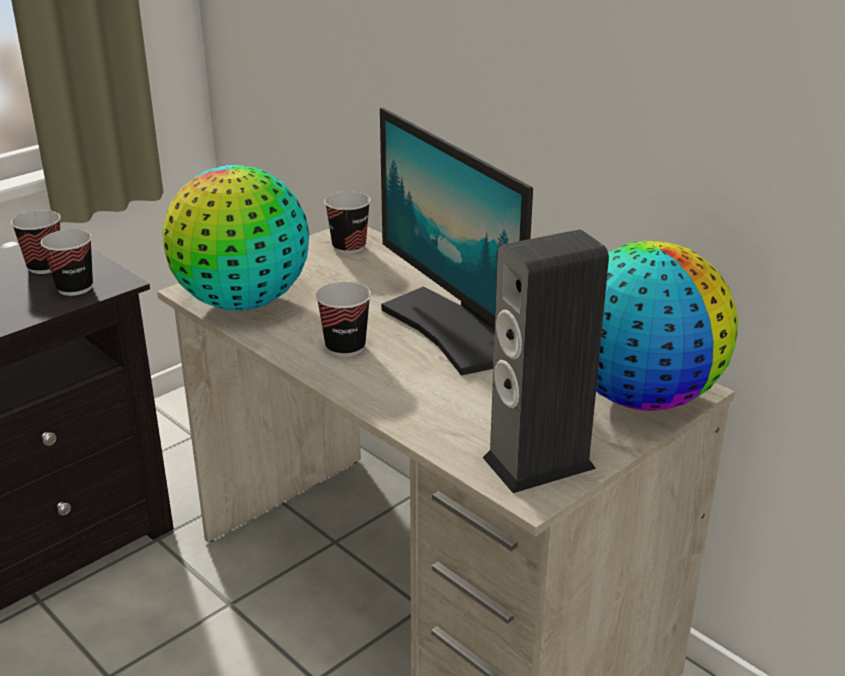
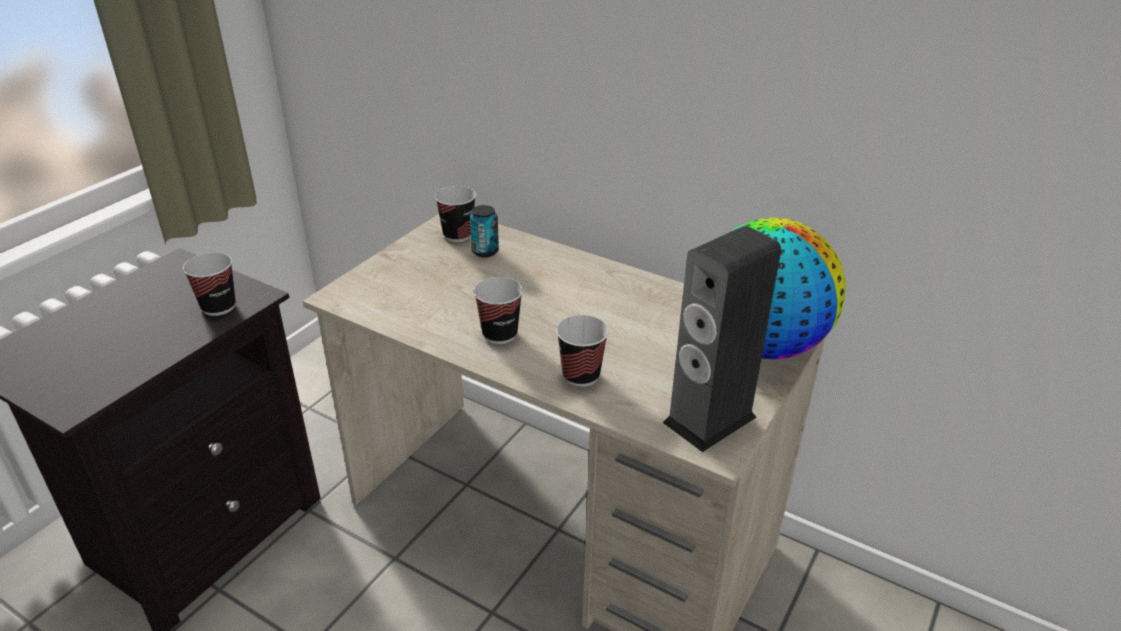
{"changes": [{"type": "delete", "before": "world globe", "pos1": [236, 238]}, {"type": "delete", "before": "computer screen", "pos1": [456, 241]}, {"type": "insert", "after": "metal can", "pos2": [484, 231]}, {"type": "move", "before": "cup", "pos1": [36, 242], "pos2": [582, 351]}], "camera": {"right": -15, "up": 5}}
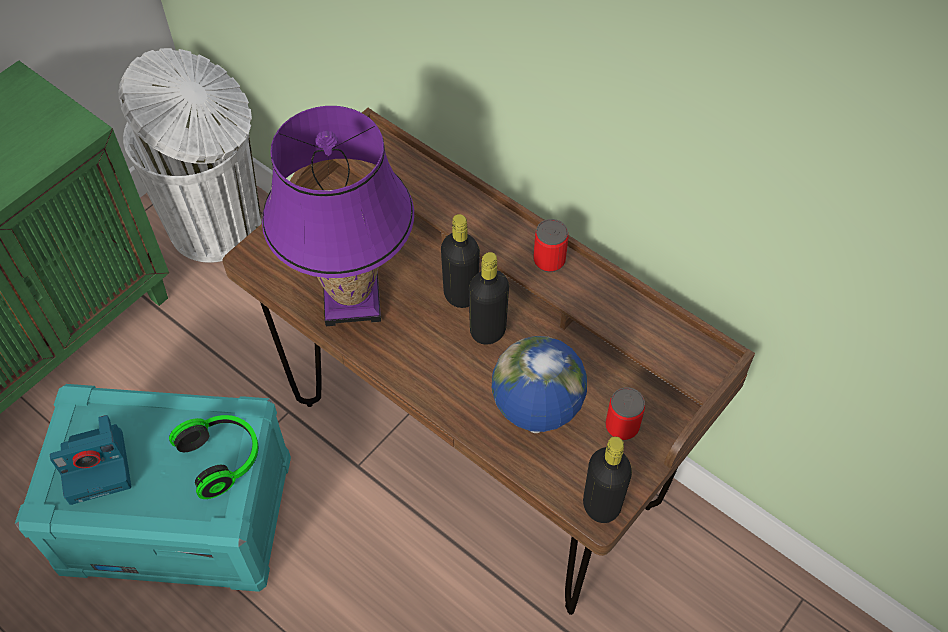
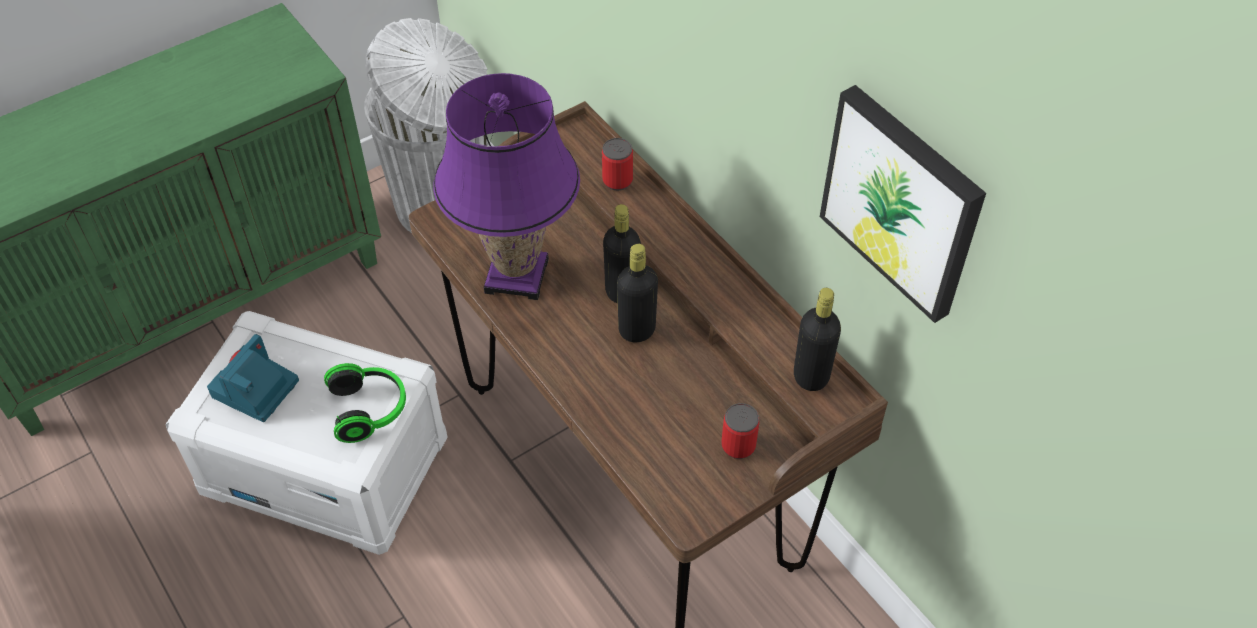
{"changes": [{"type": "delete", "before": "world globe", "pos1": [539, 384]}, {"type": "insert", "after": "wall picture", "pos2": [903, 204]}, {"type": "move", "before": "metal can", "pos1": [551, 245], "pos2": [617, 164]}, {"type": "move", "before": "black-coloured drink bottle", "pos1": [607, 479], "pos2": [817, 339]}, {"type": "recolor", "before": "turquoise storage box", "after": "white storage box", "pos1": [153, 488], "pos2": [306, 433]}, {"type": "rotate", "before": "still camera", "pos1": [90, 460], "pos2": [253, 378], "turn": 120}], "camera": {"right": 15, "up": -5}}
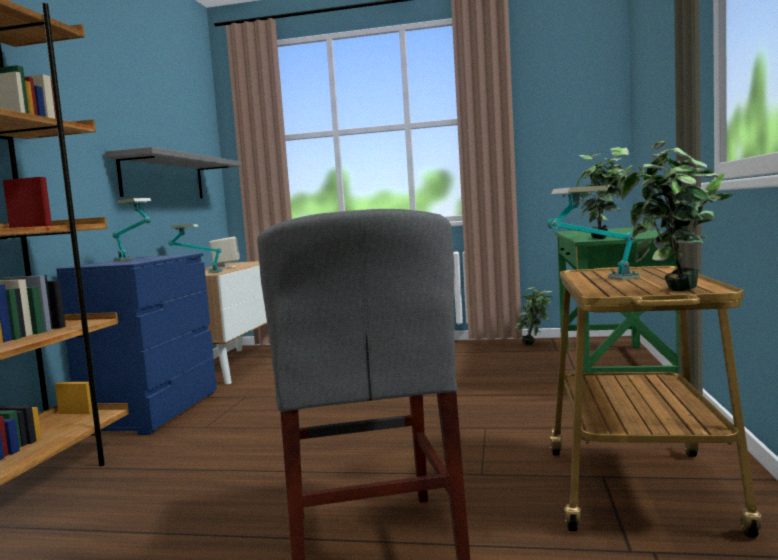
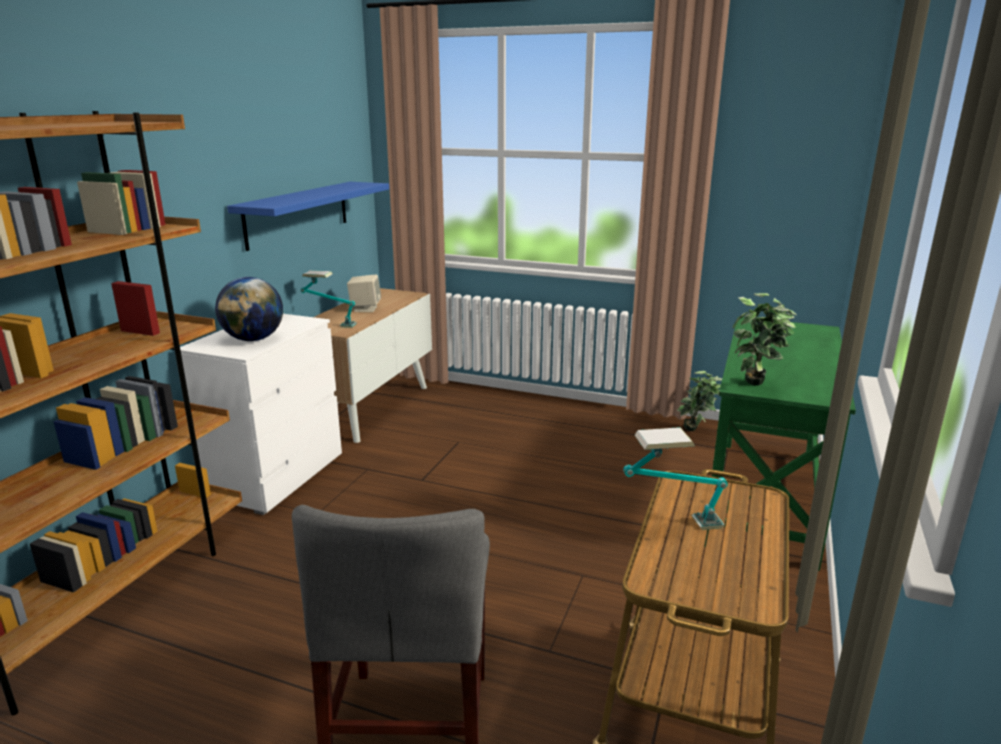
{"changes": [{"type": "delete", "before": "potted plant", "pos1": [672, 216]}, {"type": "replace", "before": "lamp for a table", "after": "world globe", "pos1": [132, 230], "pos2": [249, 309]}, {"type": "recolor", "before": "bluish dresser", "after": "white dresser", "pos1": [136, 344], "pos2": [261, 414]}, {"type": "recolor", "before": "greyish wall shelf", "after": "bluish wall shelf", "pos1": [173, 172], "pos2": [308, 216]}], "camera": {"right": 10, "up": 15}}
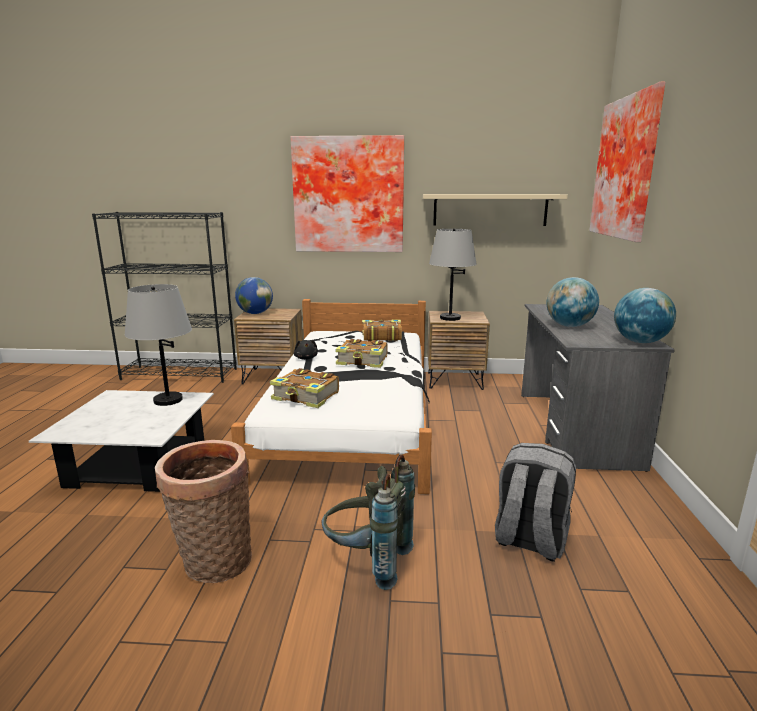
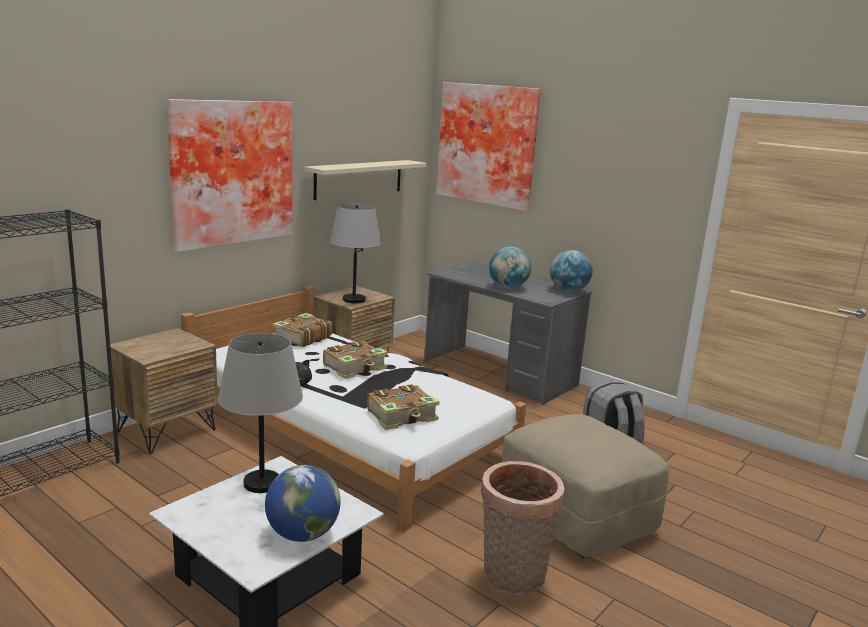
{"changes": [{"type": "move", "before": "world globe", "pos1": [254, 295], "pos2": [303, 503]}, {"type": "replace", "before": "greyish knapsack", "after": "beige ottoman", "pos1": [368, 522], "pos2": [585, 486]}], "camera": {"right": -55, "up": 0}}
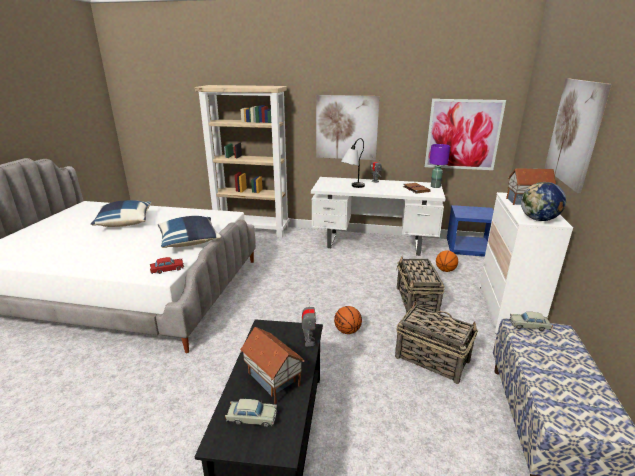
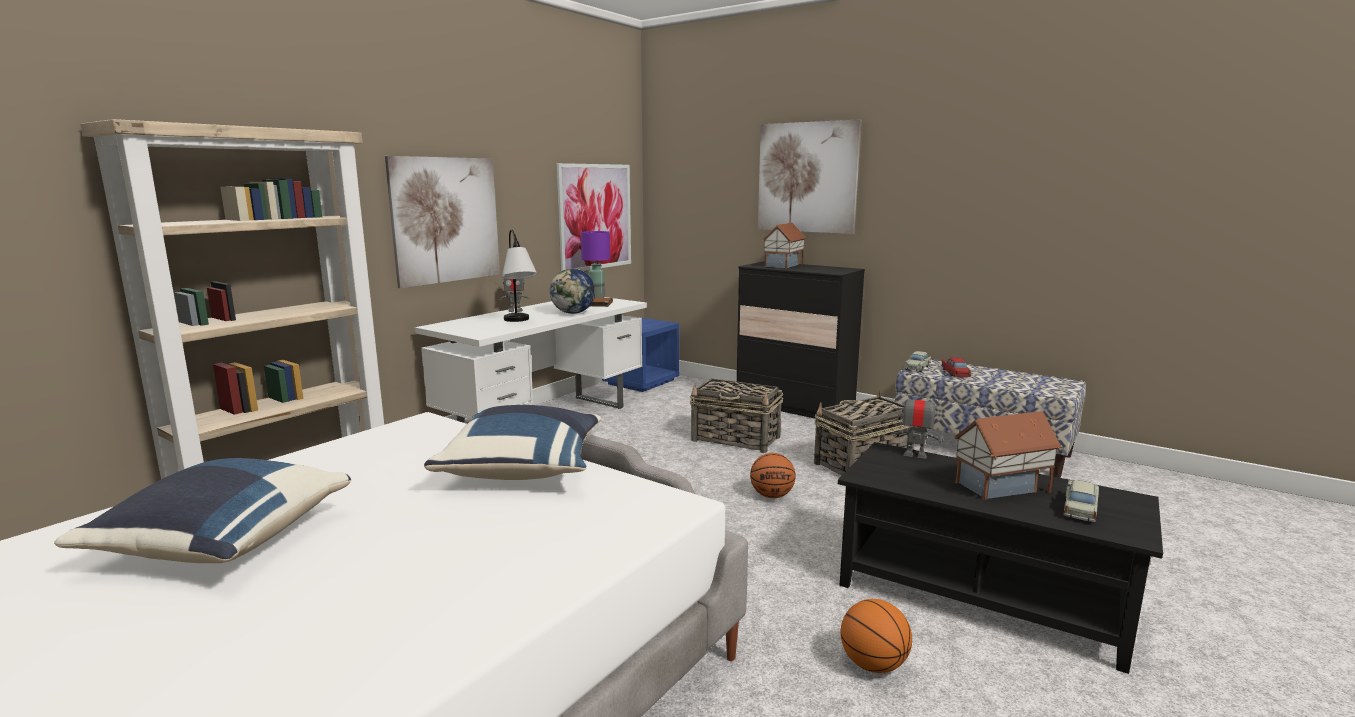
{"changes": [{"type": "move", "before": "reddish model car", "pos1": [167, 265], "pos2": [956, 367]}, {"type": "move", "before": "ball for basketball", "pos1": [447, 261], "pos2": [876, 636]}, {"type": "move", "before": "world globe", "pos1": [543, 201], "pos2": [572, 291]}, {"type": "recolor", "before": "white dresser", "after": "black-coloured dresser", "pos1": [526, 263], "pos2": [801, 340]}], "camera": {"right": -65, "up": -10}}
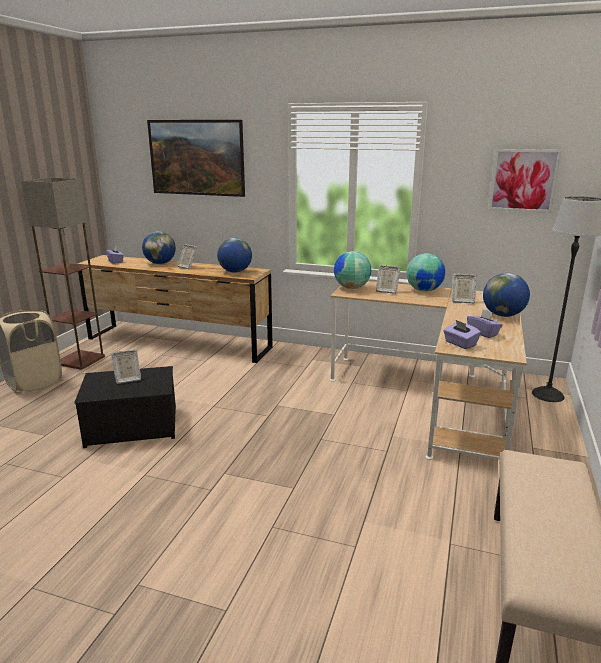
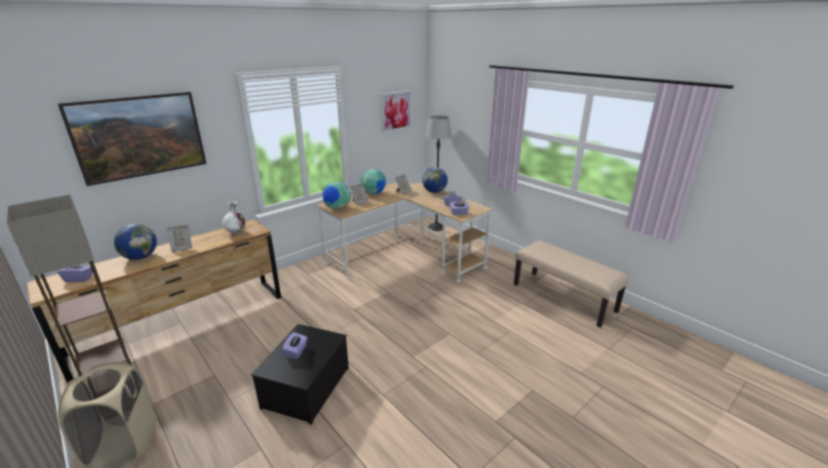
{"changes": [{"type": "replace", "before": "standing frame", "after": "purple-coloured box of tissues", "pos1": [126, 366], "pos2": [295, 345]}, {"type": "replace", "before": "world globe", "after": "white flower vase", "pos1": [234, 255], "pos2": [233, 218]}], "camera": {"right": -60, "up": 5}}
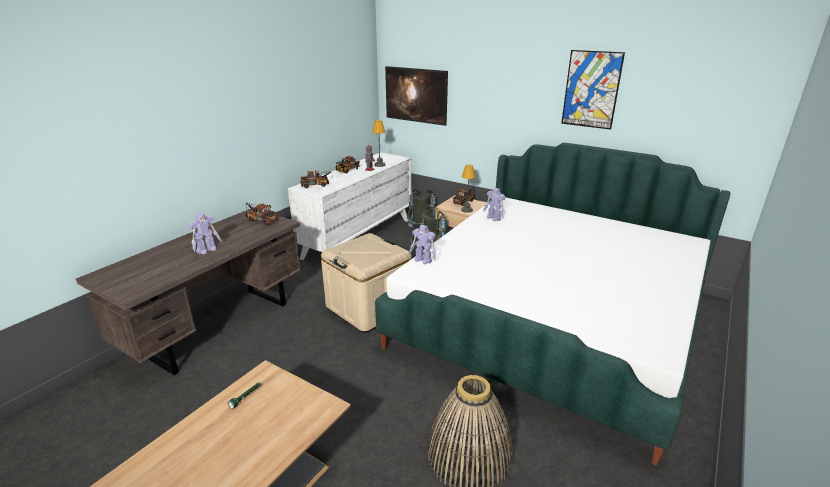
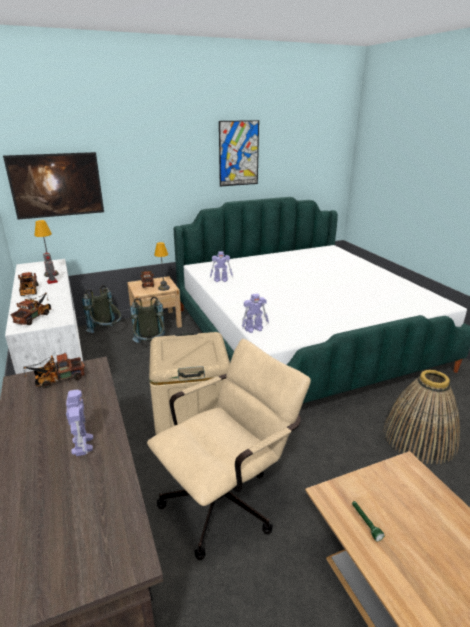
{"changes": [{"type": "insert", "after": "beige office chair", "pos2": [229, 449]}], "camera": {"right": -55, "up": 0}}
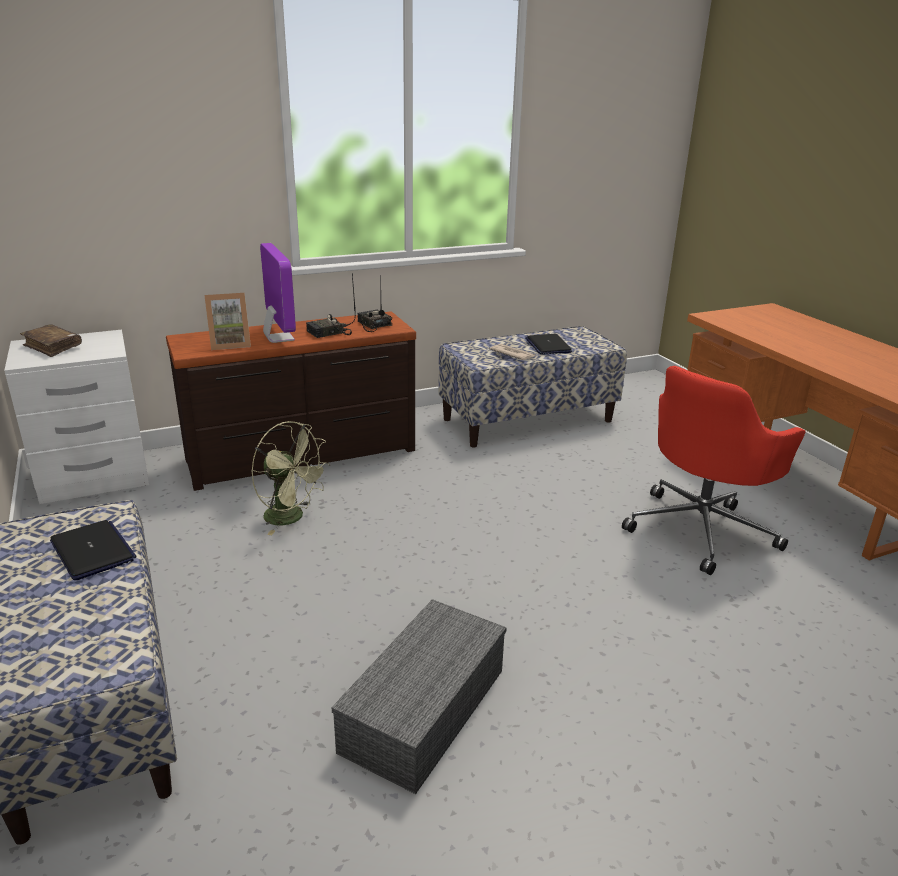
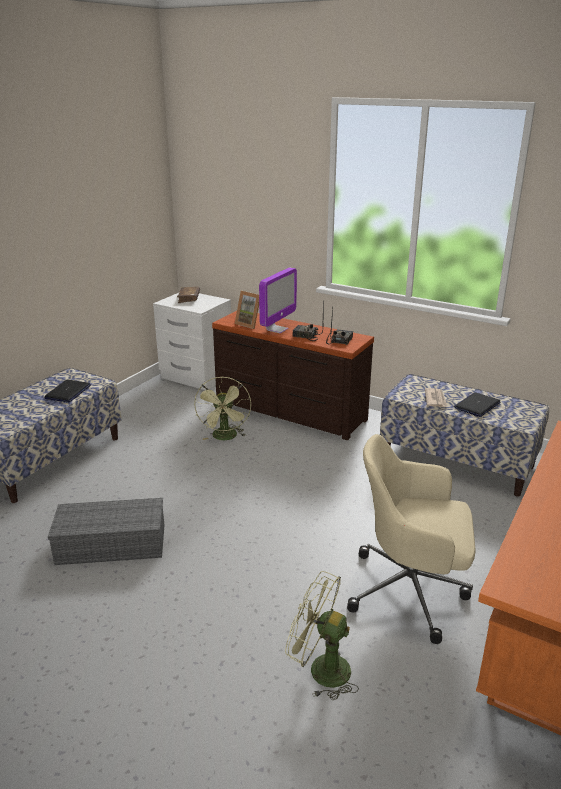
{"changes": [{"type": "insert", "after": "green fan", "pos2": [322, 635]}, {"type": "recolor", "before": "reddish office chair", "after": "beige office chair", "pos1": [714, 470], "pos2": [411, 539]}], "camera": {"right": 55, "up": 0}}
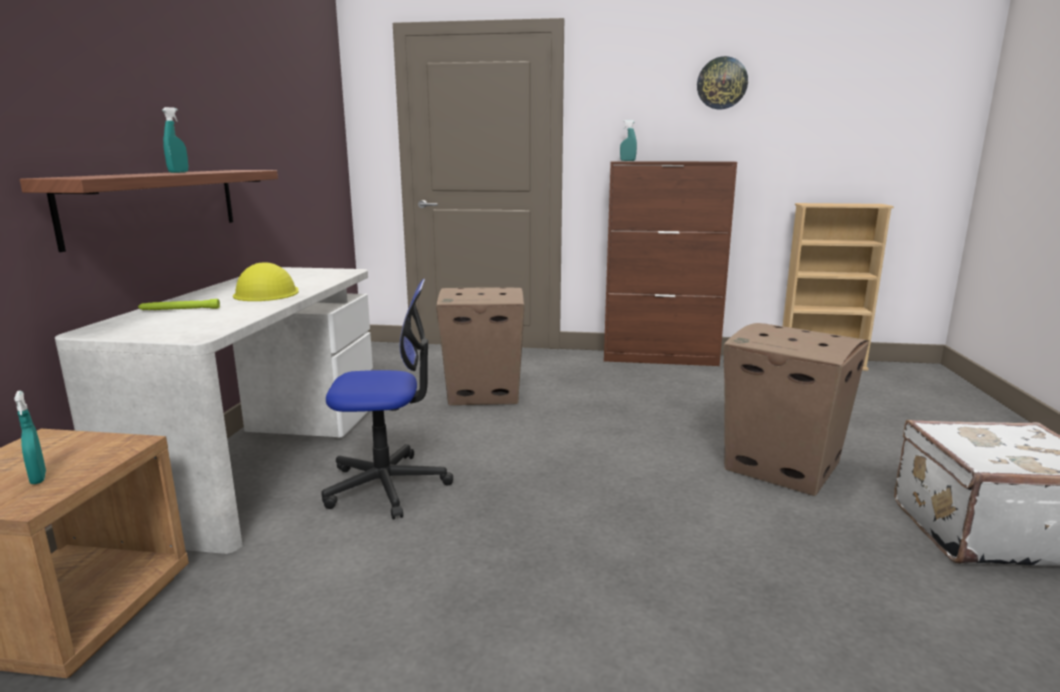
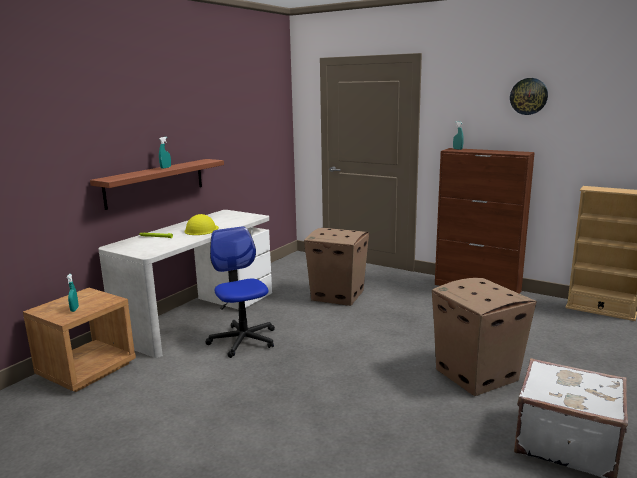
{"changes": [{"type": "rotate", "before": "office chair", "pos1": [387, 399], "pos2": [240, 292], "turn": -135}], "camera": {"right": 25, "up": 0}}
